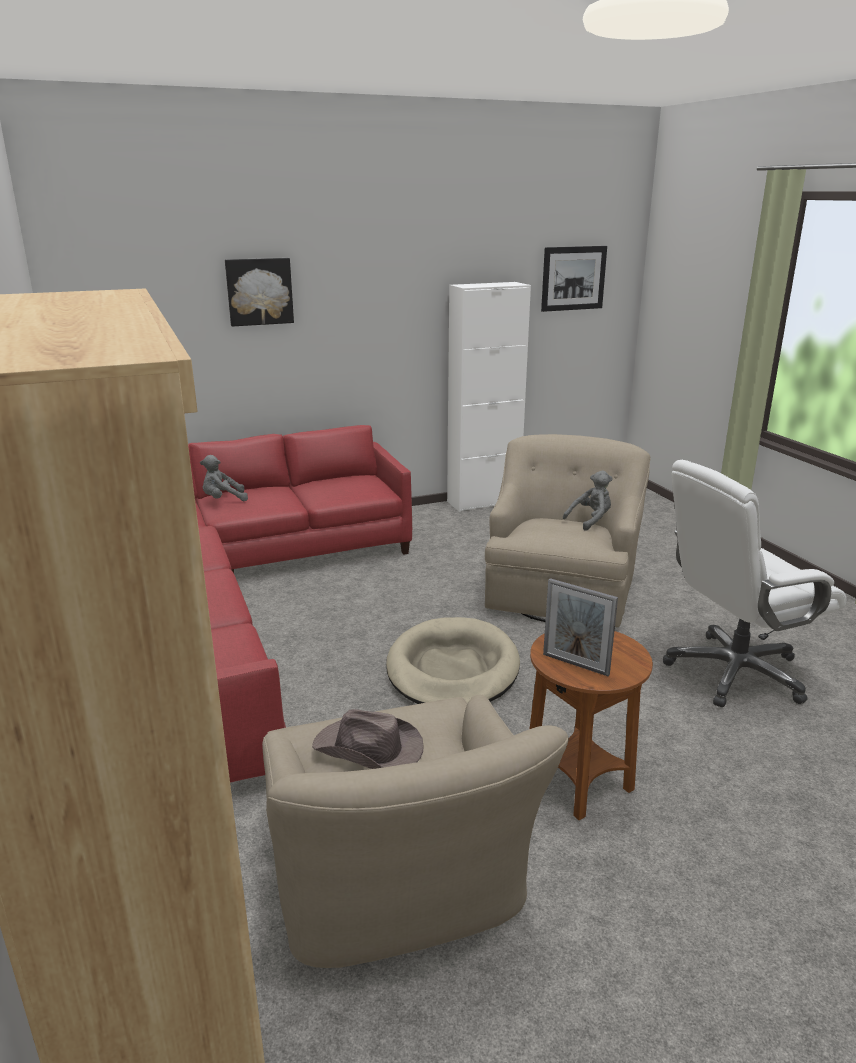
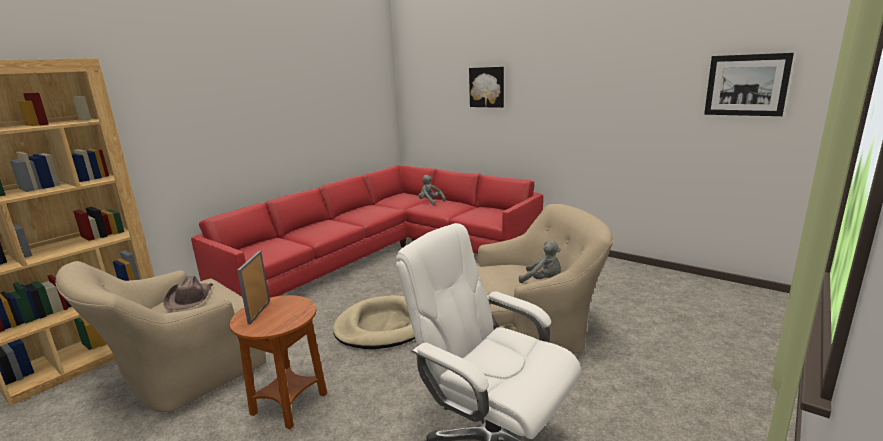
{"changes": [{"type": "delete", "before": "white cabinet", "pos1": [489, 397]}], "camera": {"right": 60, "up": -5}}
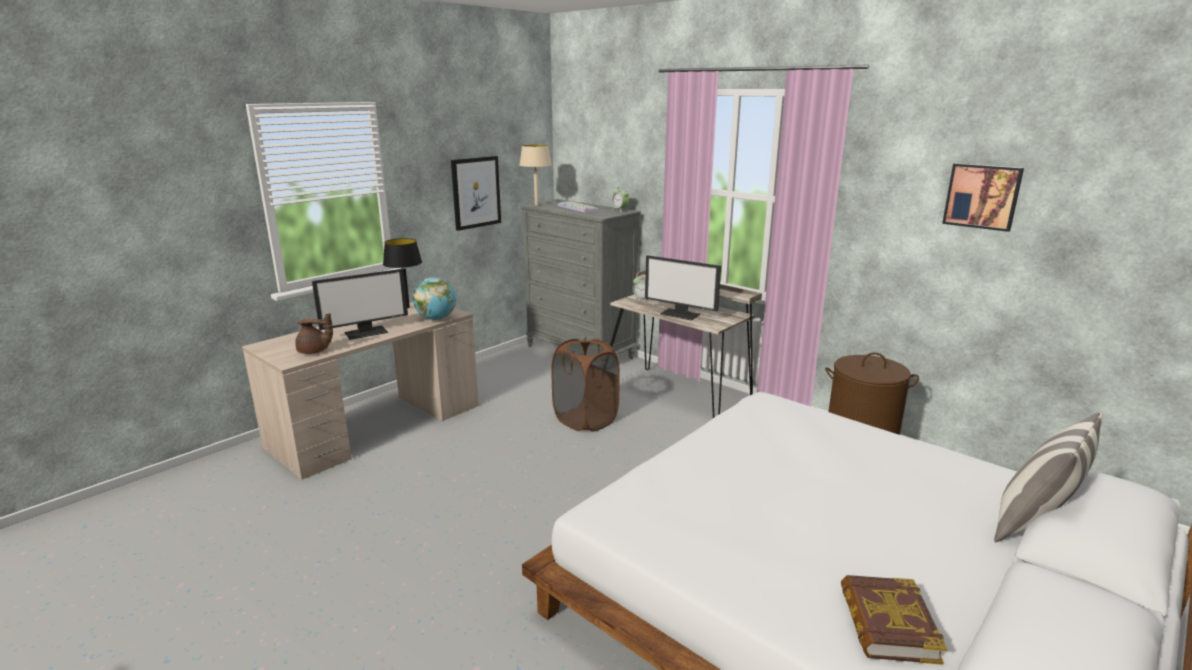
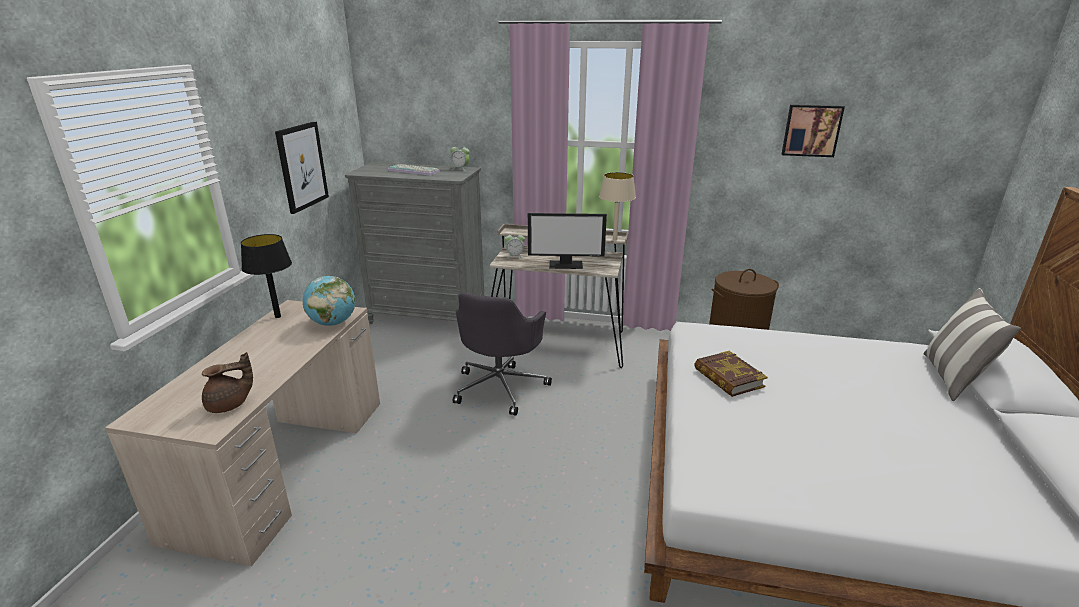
{"changes": [{"type": "delete", "before": "computer screen", "pos1": [360, 304]}, {"type": "move", "before": "beige lamp for a table", "pos1": [536, 175], "pos2": [617, 206]}, {"type": "move", "before": "bound book", "pos1": [894, 620], "pos2": [730, 374]}, {"type": "replace", "before": "brown-coloured hamper", "after": "greyish office chair", "pos1": [585, 385], "pos2": [502, 354]}], "camera": {"right": -30, "up": 5}}
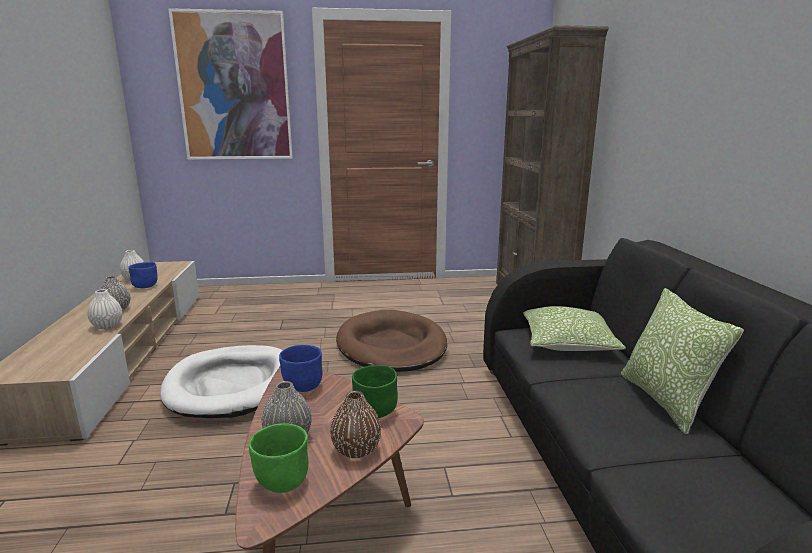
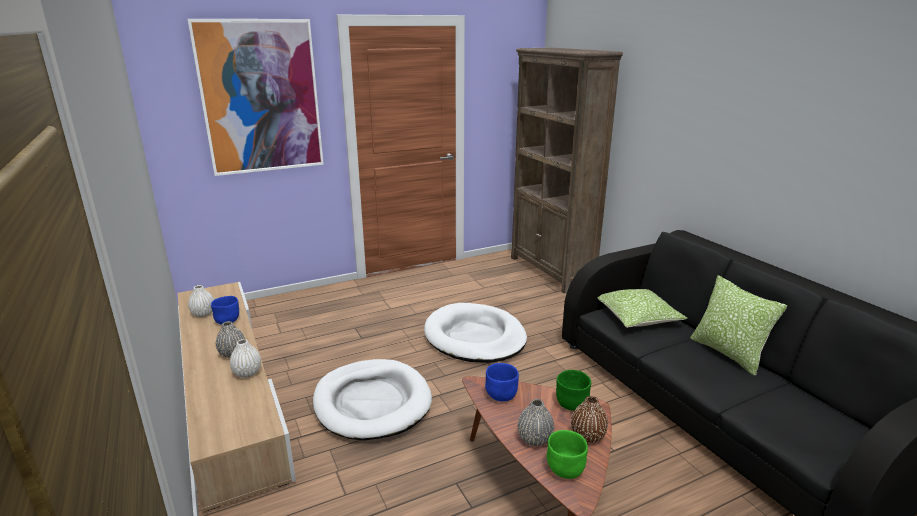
{"changes": [{"type": "recolor", "before": "brown-coloured dog bed", "after": "white dog bed", "pos1": [391, 341], "pos2": [475, 333]}], "camera": {"right": -20, "up": 5}}
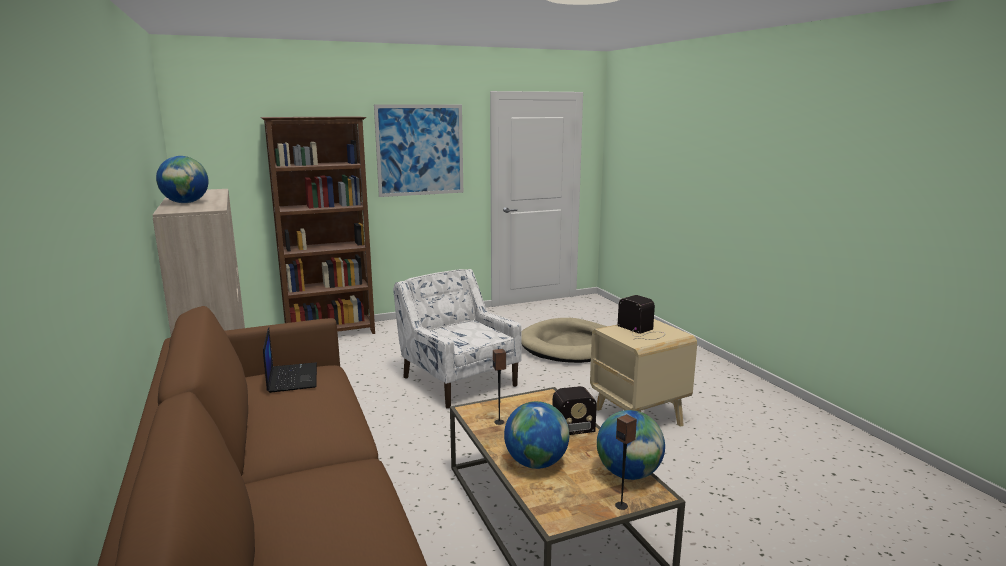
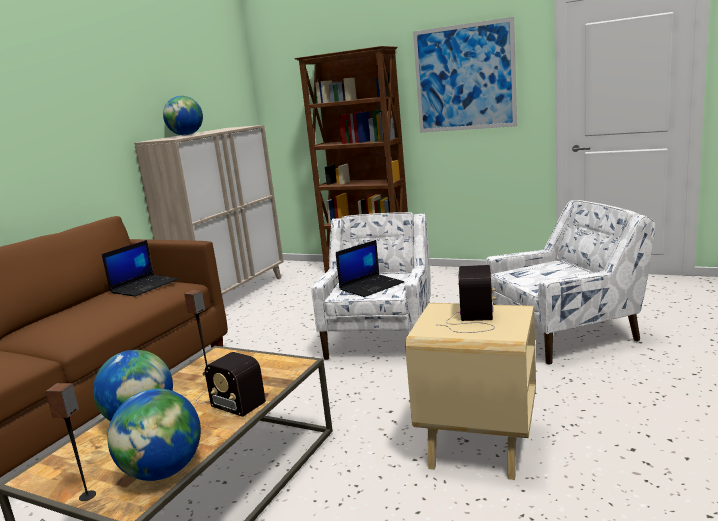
{"changes": [{"type": "insert", "after": "portable computer", "pos2": [370, 268]}, {"type": "replace", "before": "beige dog bed", "after": "white lounge chair", "pos1": [564, 340], "pos2": [570, 282]}], "camera": {"right": 50, "up": 0}}
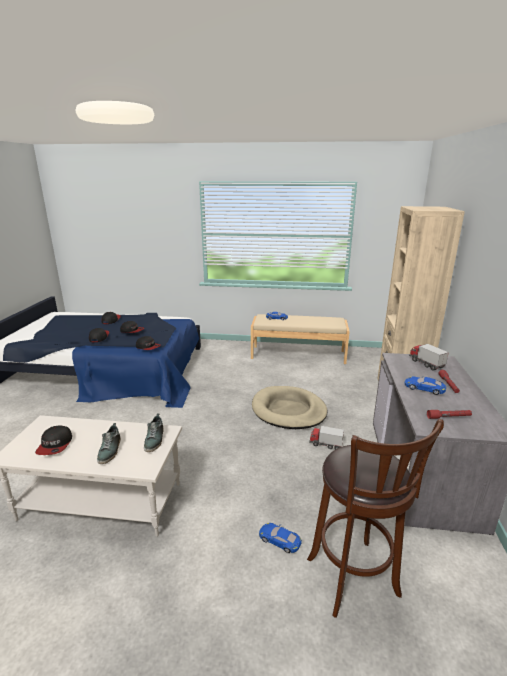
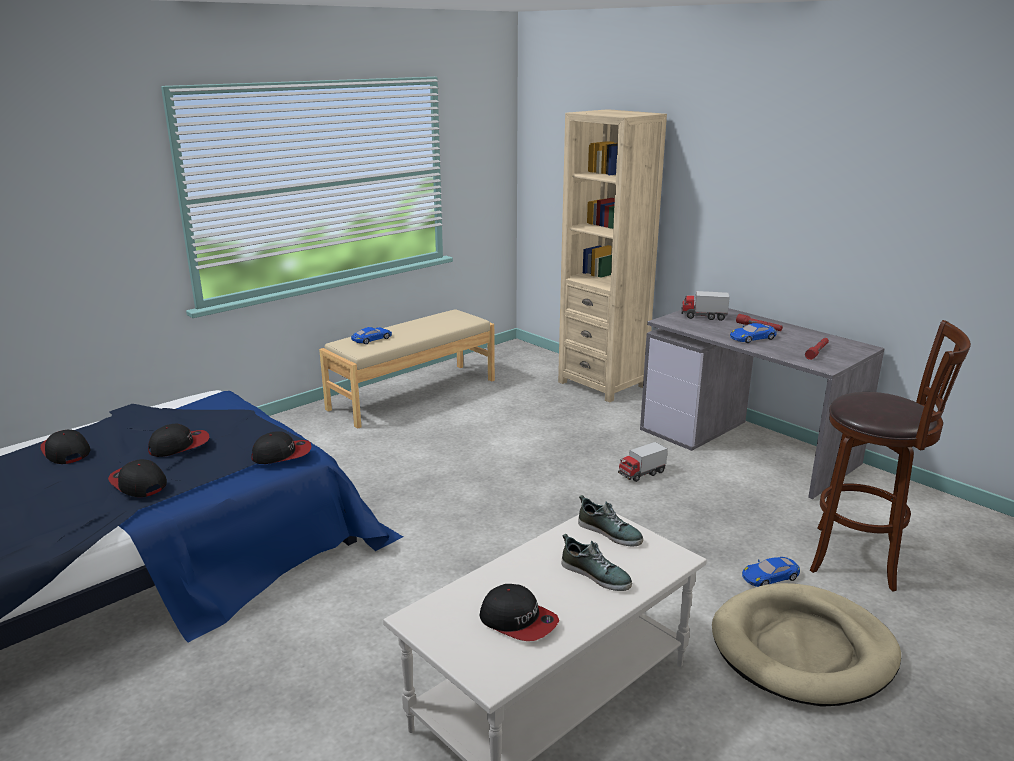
{"changes": [{"type": "move", "before": "beige dog bed", "pos1": [290, 407], "pos2": [806, 645]}], "camera": {"right": -50, "up": 0}}
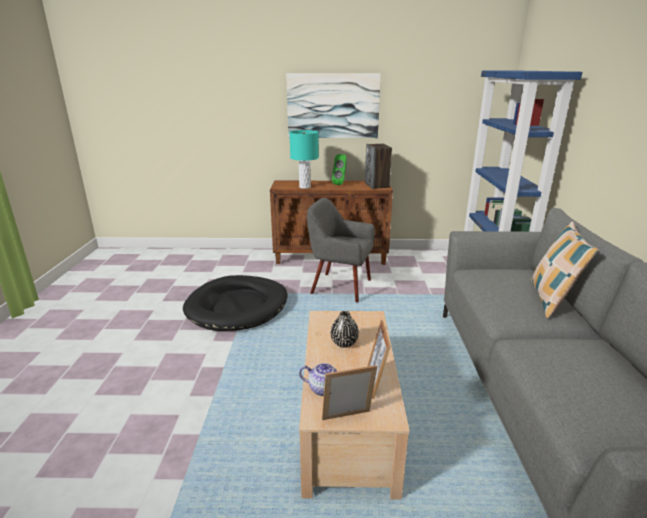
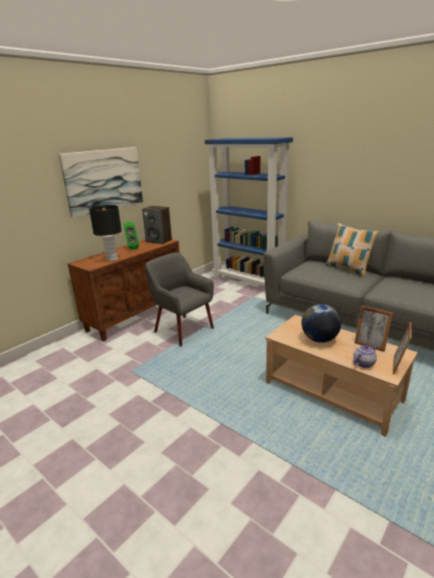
{"changes": [{"type": "delete", "before": "black-coloured dog bed", "pos1": [235, 303]}, {"type": "replace", "before": "black-coloured flower vase", "after": "world globe", "pos1": [345, 329], "pos2": [321, 323]}, {"type": "recolor", "before": "turquoise lamp for a table", "after": "black-coloured lamp for a table", "pos1": [304, 159], "pos2": [105, 233]}, {"type": "rotate", "before": "greyish lounge chair", "pos1": [341, 250], "pos2": [179, 299], "turn": 75}], "camera": {"right": -50, "up": 0}}
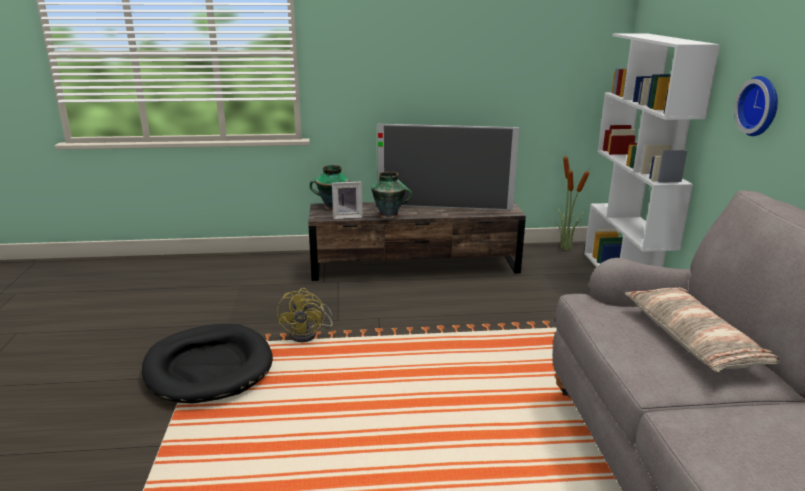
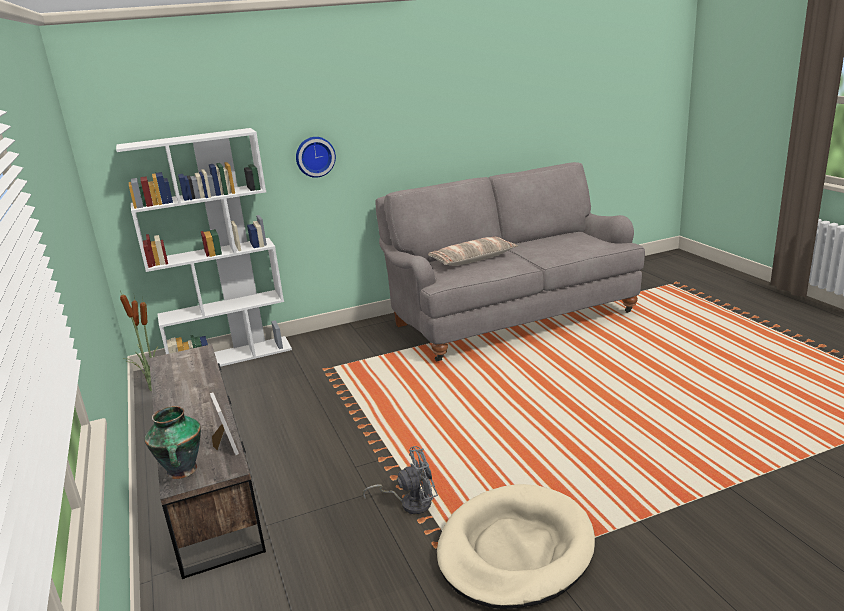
{"changes": [{"type": "delete", "before": "flower vase", "pos1": [391, 194]}, {"type": "delete", "before": "TV set", "pos1": [448, 166]}, {"type": "recolor", "before": "black-coloured dog bed", "after": "beige dog bed", "pos1": [207, 364], "pos2": [516, 546]}, {"type": "recolor", "before": "yellow fan", "after": "greyish fan", "pos1": [305, 315], "pos2": [400, 480]}], "camera": {"right": -105, "up": 0}}
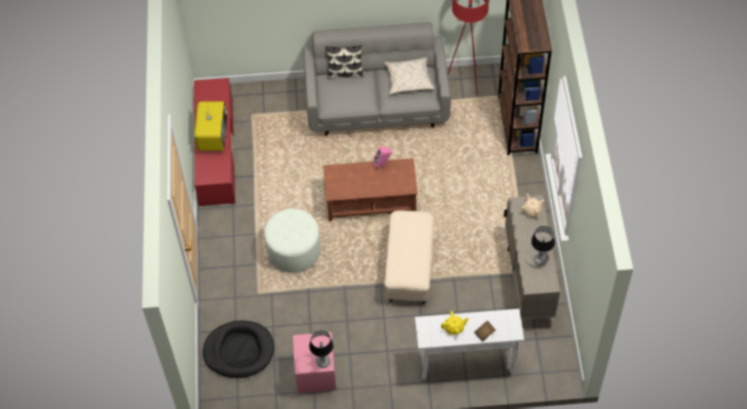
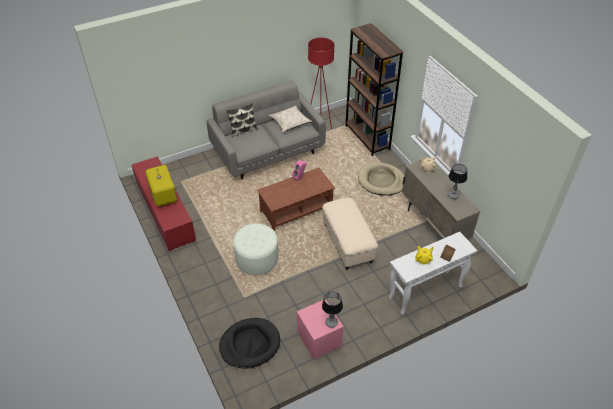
{"changes": [{"type": "insert", "after": "beige dog bed", "pos2": [381, 179]}], "camera": {"right": -25, "up": -10}}
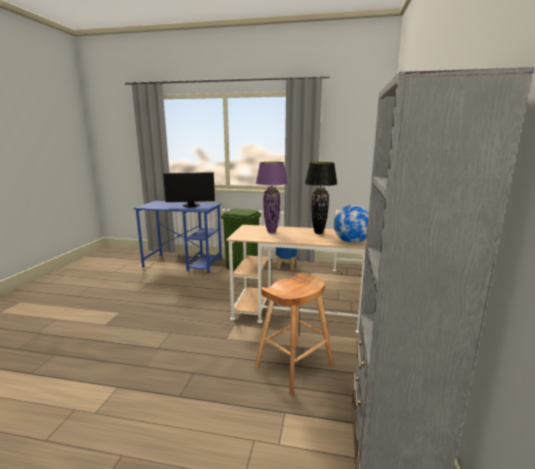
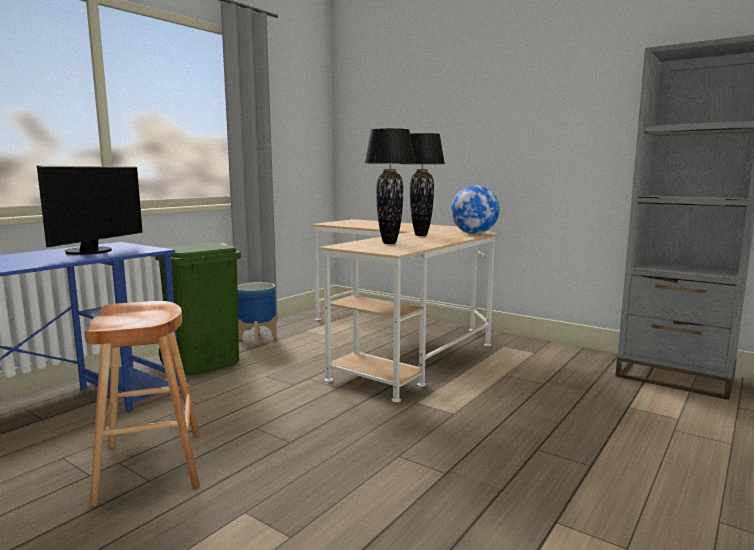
{"changes": [{"type": "move", "before": "brown-coloured stool seat", "pos1": [294, 334], "pos2": [142, 404]}, {"type": "recolor", "before": "purple-coloured lamp for a table", "after": "black-coloured lamp for a table", "pos1": [272, 197], "pos2": [390, 186]}], "camera": {"right": -65, "up": -5}}
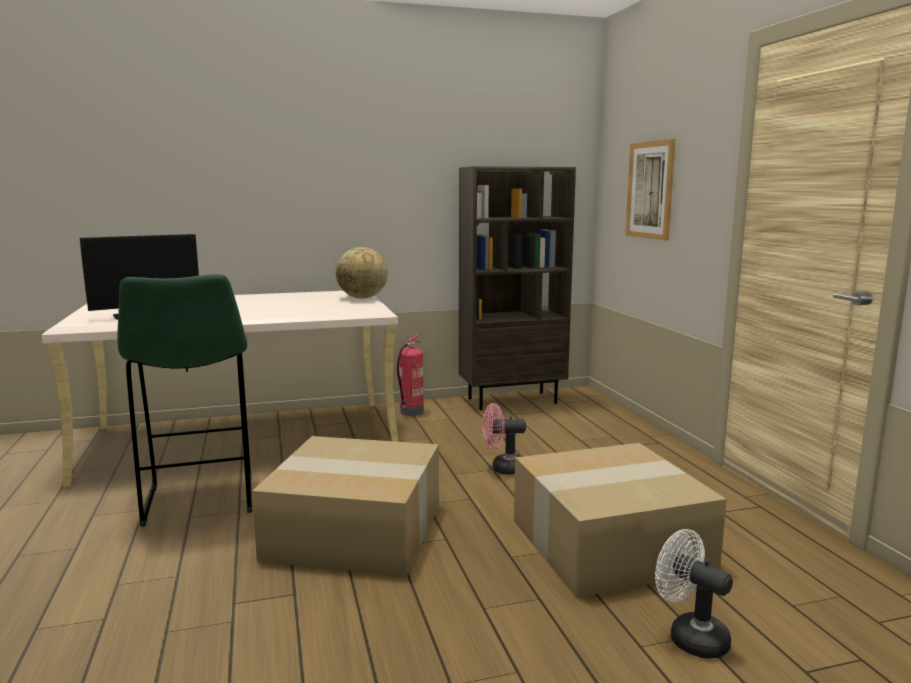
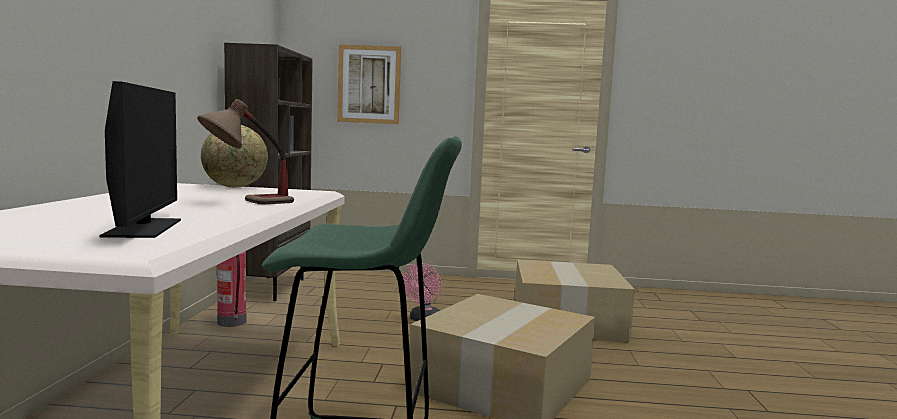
{"changes": [{"type": "delete", "before": "white fan", "pos1": [694, 594]}, {"type": "insert", "after": "lamp for a table", "pos2": [245, 151]}], "camera": {"right": -70, "up": -5}}
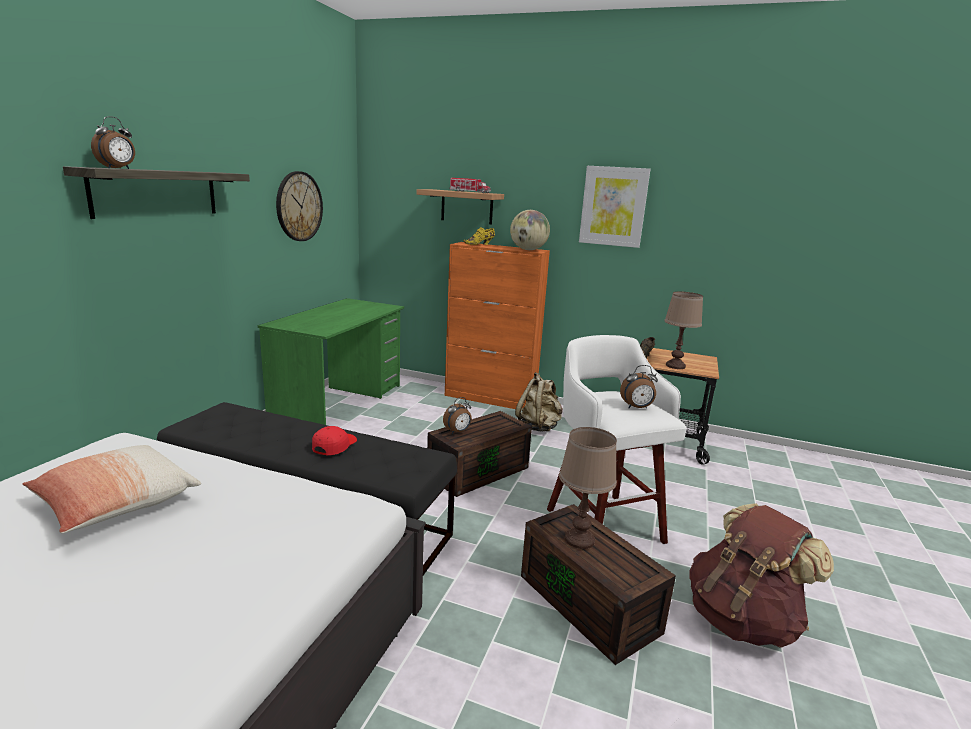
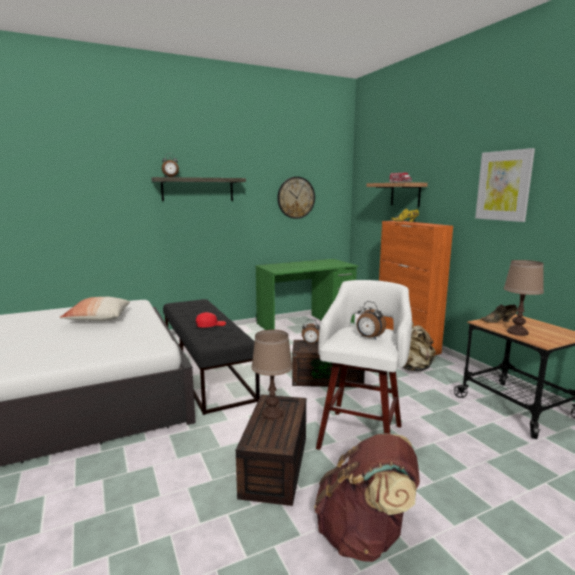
{"changes": [{"type": "delete", "before": "world globe", "pos1": [530, 230]}], "camera": {"right": 45, "up": -5}}
